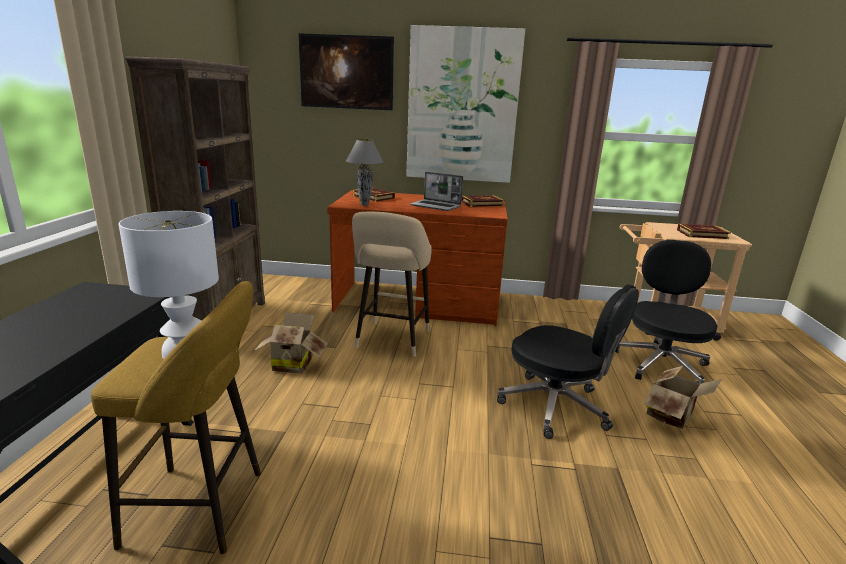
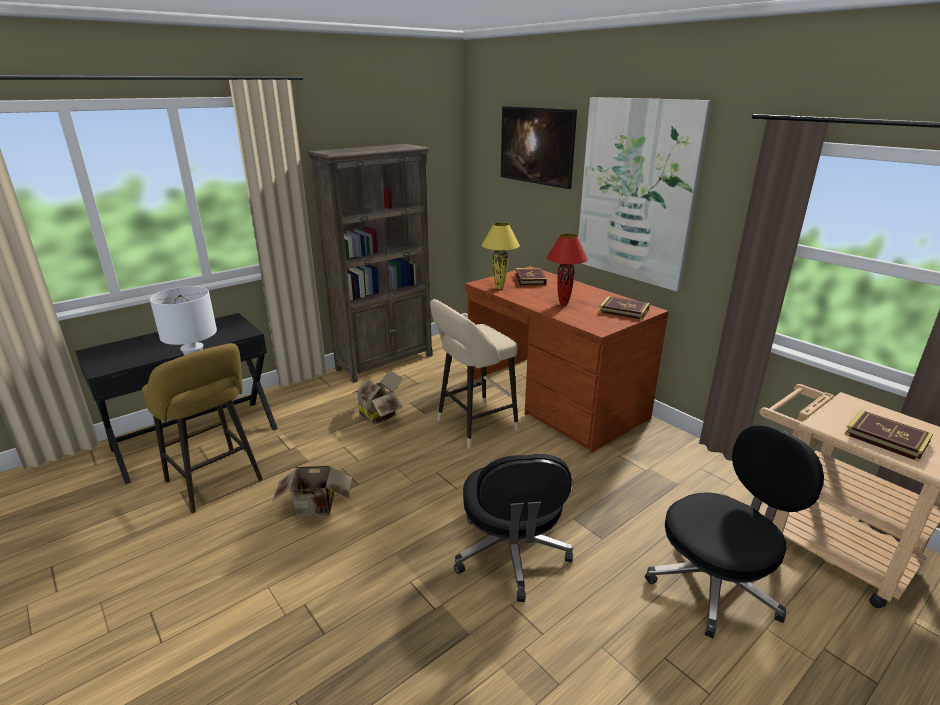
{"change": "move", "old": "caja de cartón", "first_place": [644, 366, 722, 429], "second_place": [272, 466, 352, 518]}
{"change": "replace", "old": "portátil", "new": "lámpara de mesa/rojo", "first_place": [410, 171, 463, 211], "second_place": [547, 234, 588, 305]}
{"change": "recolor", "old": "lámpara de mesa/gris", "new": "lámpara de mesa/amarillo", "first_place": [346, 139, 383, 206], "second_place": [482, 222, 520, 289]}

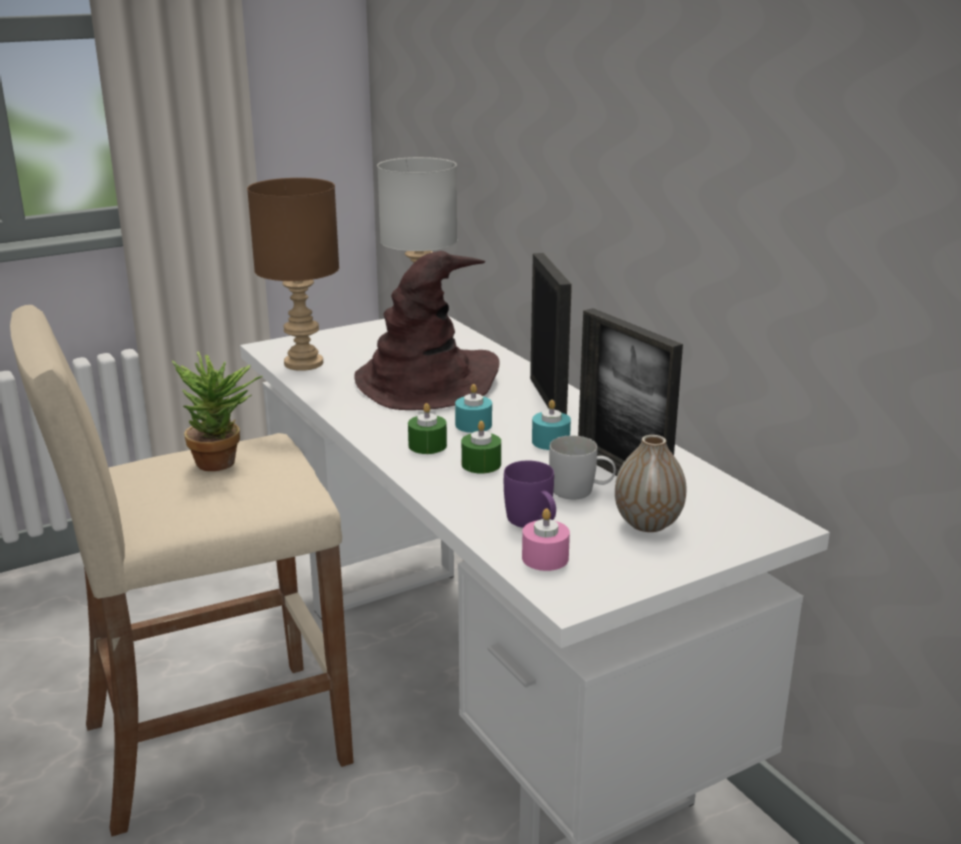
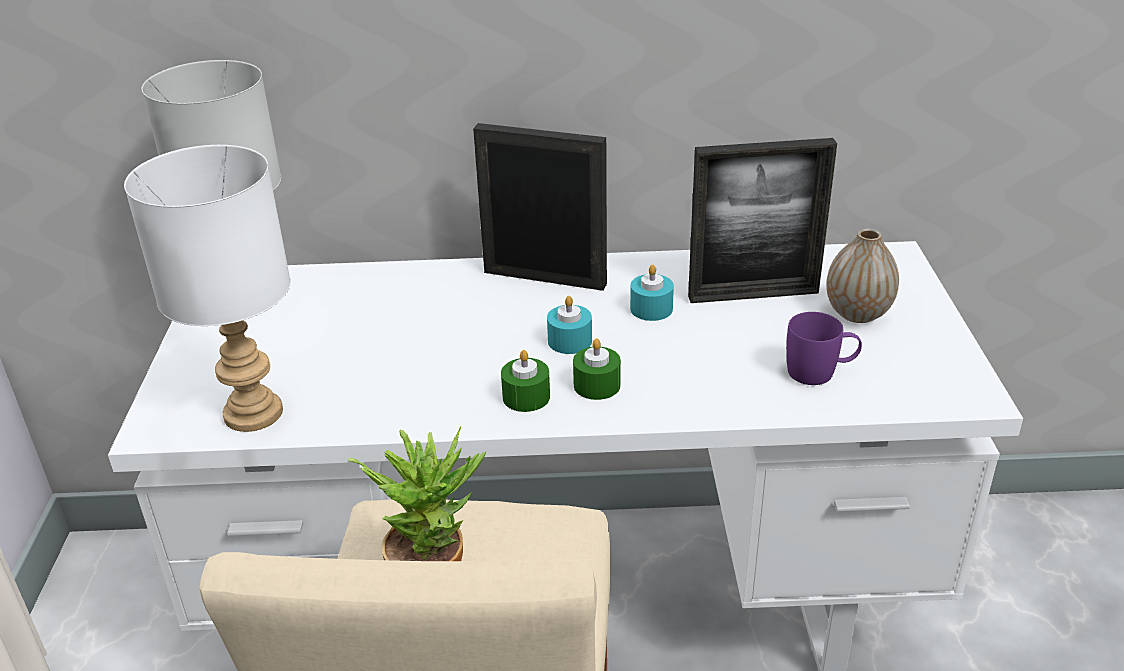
{"change": "delete", "old": "sombrero/marrón", "first_place": [354, 251, 500, 410]}
{"change": "delete", "old": "vela/rosa", "first_place": [522, 508, 570, 571]}
{"change": "delete", "old": "taza grande/blanco", "first_place": [549, 435, 616, 500]}
{"change": "move", "old": "vela/verde", "first_place": [461, 421, 501, 474], "second_place": [501, 350, 550, 412]}
{"change": "recolor", "old": "lámpara de mesa/marrón", "new": "lámpara de mesa/blanco", "first_place": [247, 178, 339, 371], "second_place": [124, 145, 291, 432]}

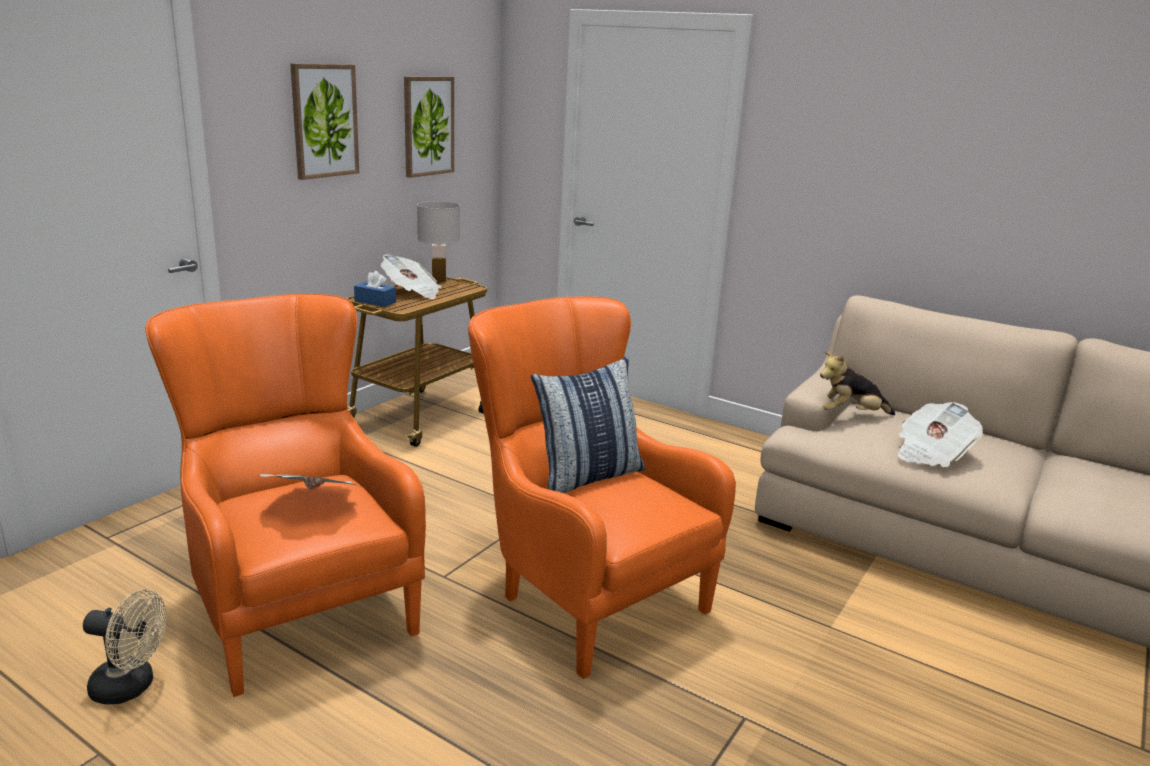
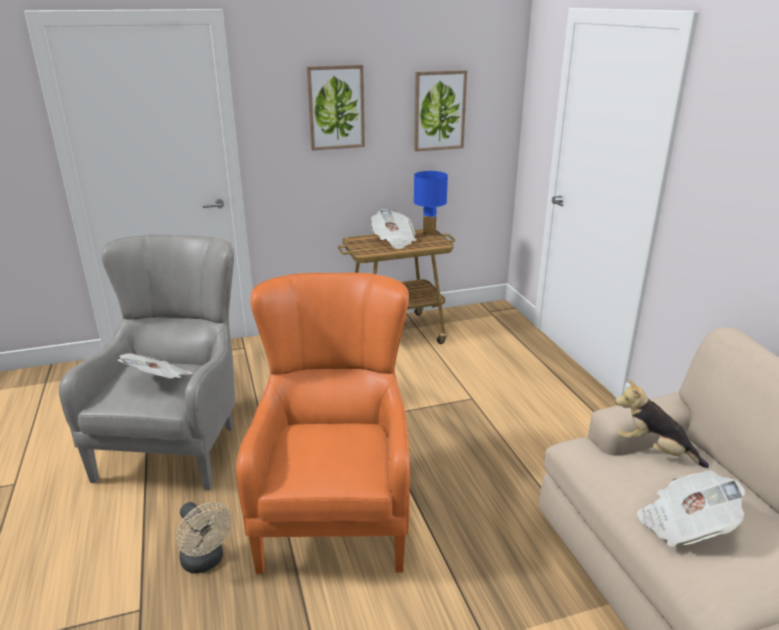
{"change": "delete", "old": "caja de pañuelos/azul", "first_place": [354, 271, 396, 307]}
{"change": "delete", "old": "cojín", "first_place": [531, 356, 645, 493]}
{"change": "move", "old": "ventilador/beis", "first_place": [83, 589, 167, 704], "second_place": [176, 502, 231, 574]}
{"change": "recolor", "old": "sillón/naranja", "new": "sillón/gris", "first_place": [145, 294, 426, 697], "second_place": [59, 234, 235, 491]}
{"change": "recolor", "old": "lámpara de mesa/blanco", "new": "lámpara de mesa/azul", "first_place": [417, 201, 460, 282], "second_place": [414, 171, 448, 235]}

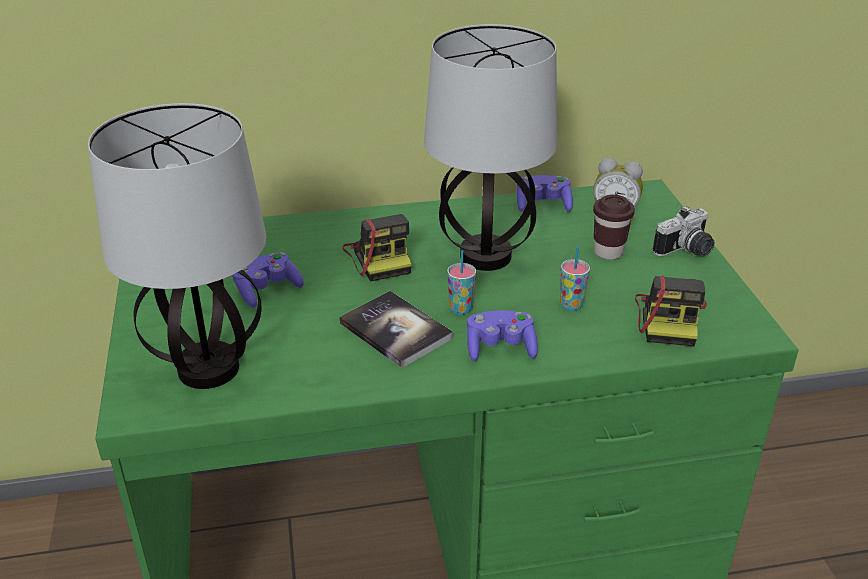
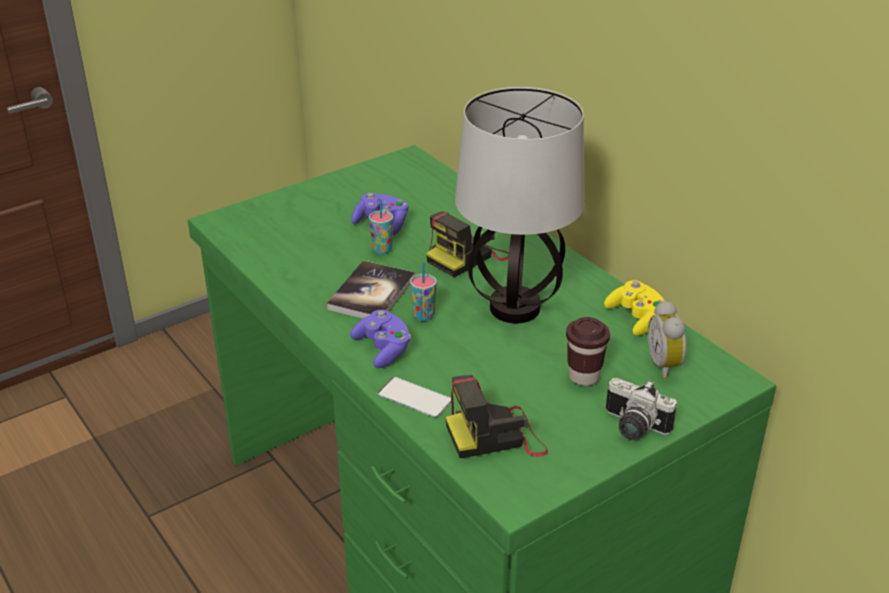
{"change": "delete", "old": "lámpara de mesa", "first_place": [88, 103, 266, 389]}
{"change": "insert", "new": "móvil", "second_place": [377, 377, 452, 418]}
{"change": "move", "old": "taza", "first_place": [560, 247, 590, 311], "second_place": [369, 199, 393, 254]}
{"change": "recolor", "old": "mando de consola/morado", "new": "mando de consola/amarillo", "first_place": [517, 175, 573, 212], "second_place": [604, 280, 664, 336]}

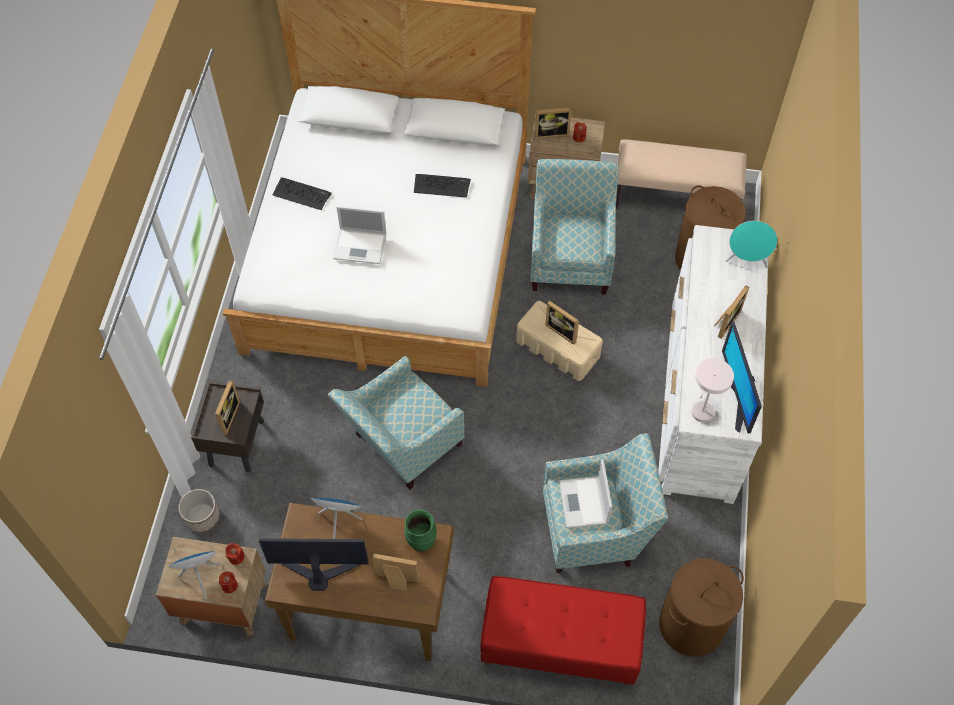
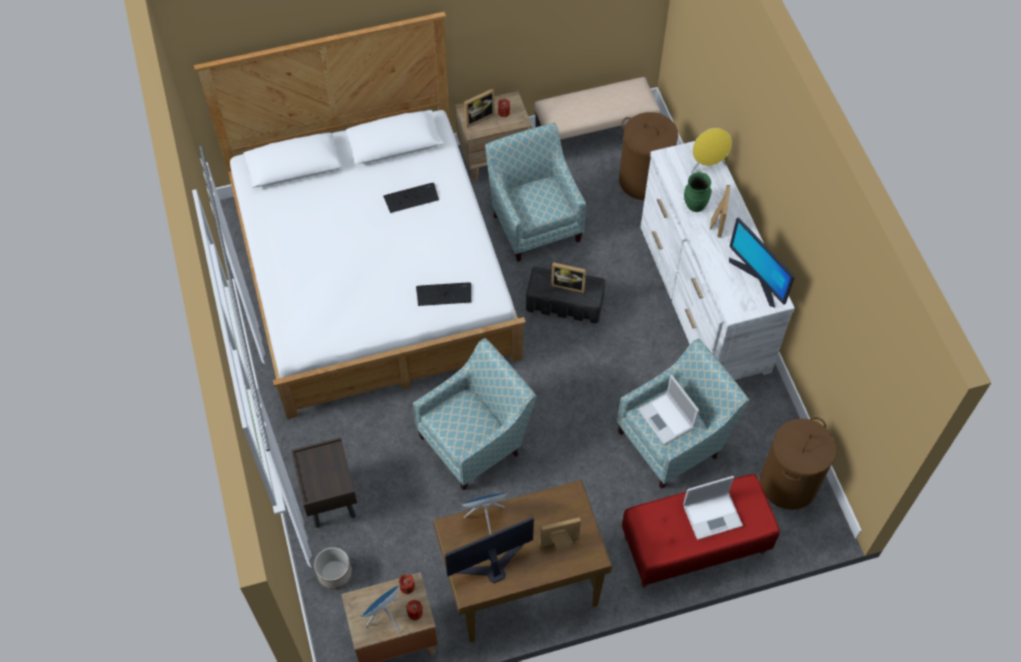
{"change": "delete", "old": "portarretratos", "first_place": [215, 380, 240, 435]}
{"change": "delete", "old": "lámpara de mesa/blanco", "first_place": [691, 358, 734, 422]}
{"change": "move", "old": "teclado", "first_place": [272, 177, 332, 210], "second_place": [416, 282, 471, 306]}
{"change": "move", "old": "portátil", "first_place": [333, 206, 386, 264], "second_place": [683, 476, 743, 540]}
{"change": "move", "old": "florero/verde", "first_place": [404, 509, 437, 552], "second_place": [684, 172, 712, 212]}
{"change": "recolor", "old": "caja de almacenaje/beis", "new": "caja de almacenaje/negro", "first_place": [516, 301, 603, 381], "second_place": [526, 267, 605, 323]}
{"change": "recolor", "old": "altavoz/turquesa", "new": "altavoz/amarillo", "first_place": [725, 221, 777, 268], "second_place": [691, 128, 732, 173]}
{"change": "rotate", "old": "sillón", "first_place": [328, 356, 464, 490], "second_place": [413, 338, 537, 490], "degrees": -150}

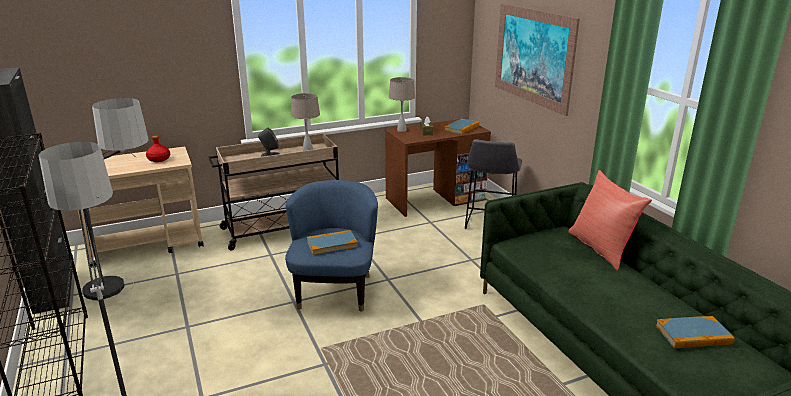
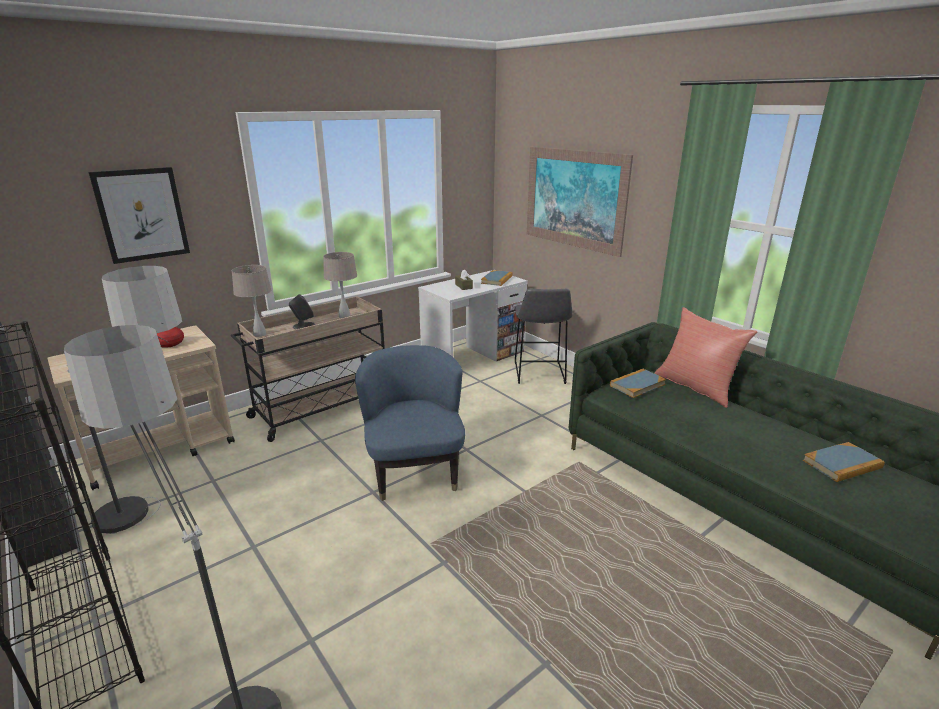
{"change": "insert", "new": "cuadro", "second_place": [88, 167, 190, 264]}
{"change": "move", "old": "libro", "first_place": [307, 230, 358, 255], "second_place": [610, 369, 666, 398]}
{"change": "move", "old": "lámpara de mesa/beis", "first_place": [389, 77, 415, 132], "second_place": [231, 265, 271, 337]}
{"change": "recolor", "old": "escritorio/marrón", "new": "escritorio/blanco", "first_place": [385, 118, 491, 217], "second_place": [418, 270, 528, 361]}

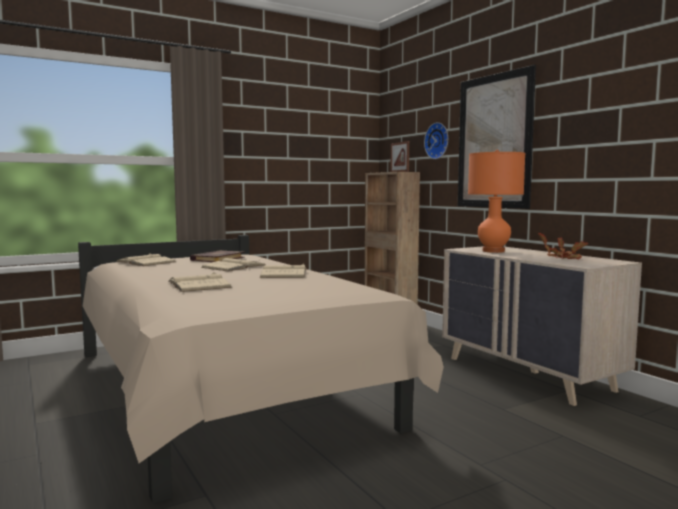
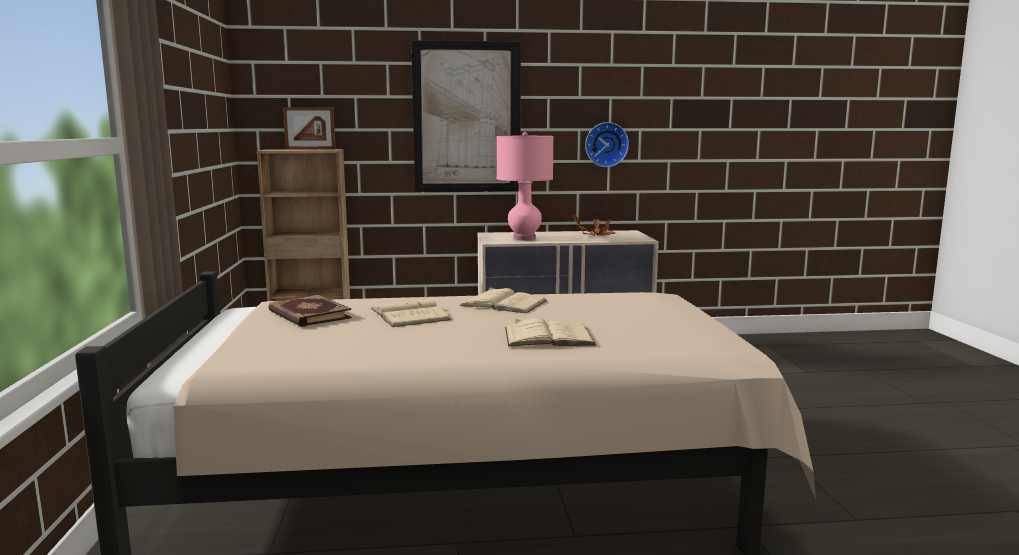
{"change": "delete", "old": "libro/beis", "first_place": [116, 253, 175, 266]}
{"change": "move", "old": "reloj de pared", "first_place": [424, 122, 448, 159], "second_place": [585, 122, 629, 167]}
{"change": "recolor", "old": "lámpara de mesa/naranja", "new": "lámpara de mesa/rosa", "first_place": [468, 150, 525, 253], "second_place": [497, 132, 554, 240]}

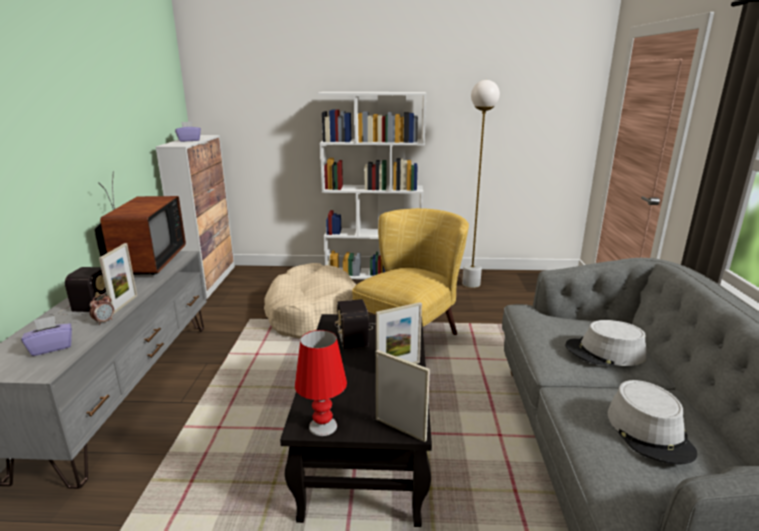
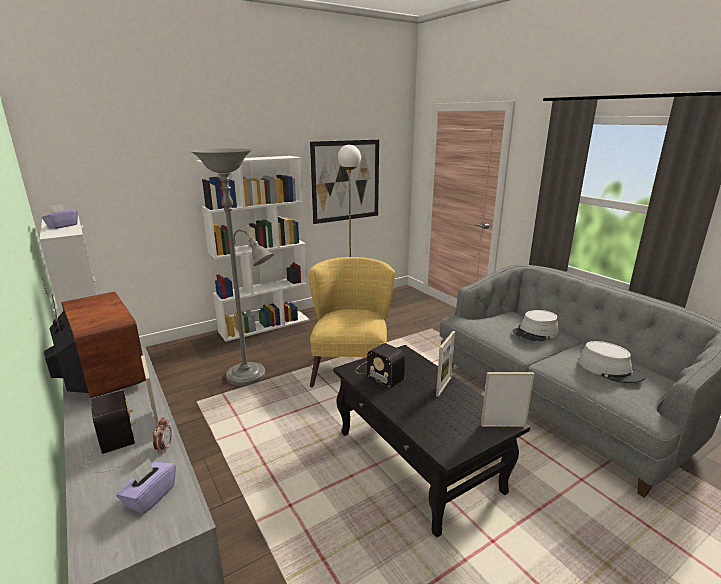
{"change": "delete", "old": "lámpara de mesa/rojo", "first_place": [295, 330, 347, 436]}
{"change": "insert", "new": "cuadro", "second_place": [310, 140, 379, 224]}
{"change": "replace", "old": "cama para perro/beis", "new": "lámpara de pie/gris", "first_place": [264, 263, 357, 339], "second_place": [190, 148, 274, 386]}

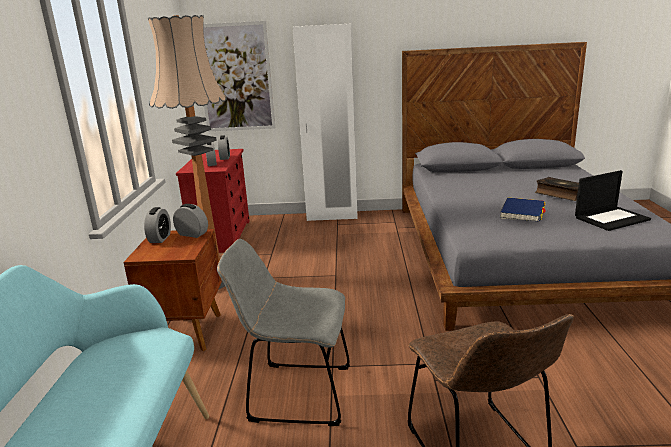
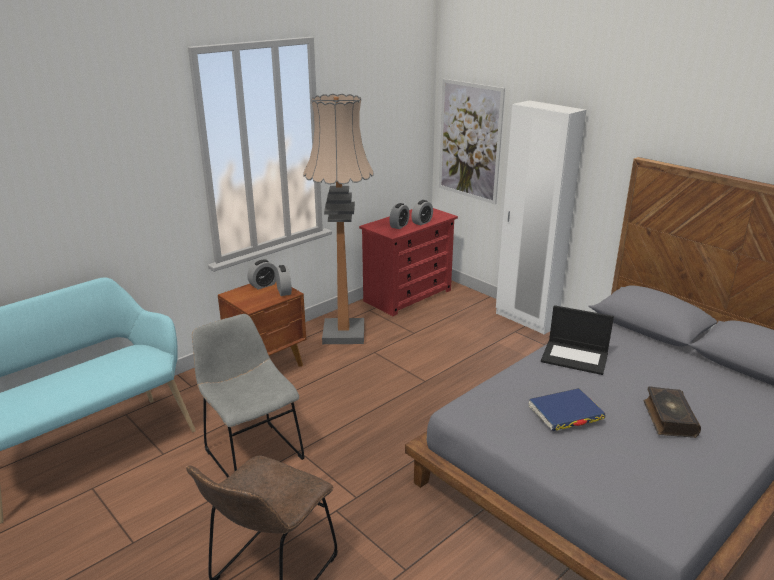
{"change": "move", "old": "portátil", "first_place": [575, 170, 651, 231], "second_place": [541, 305, 614, 375]}

